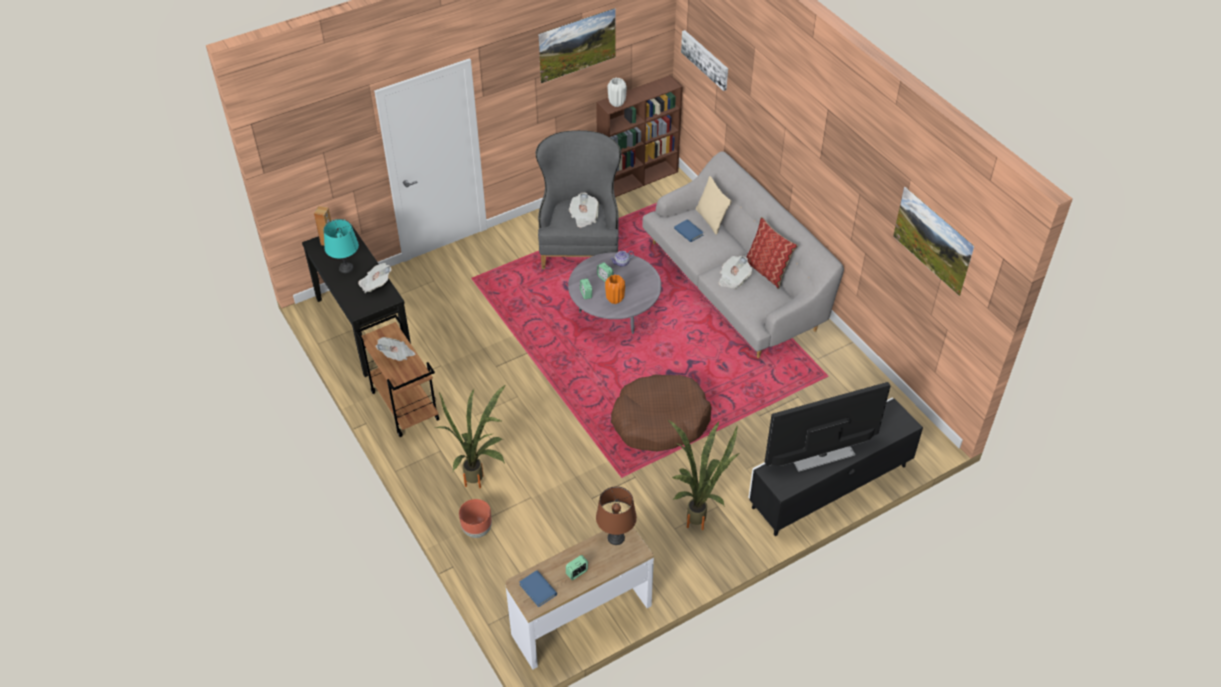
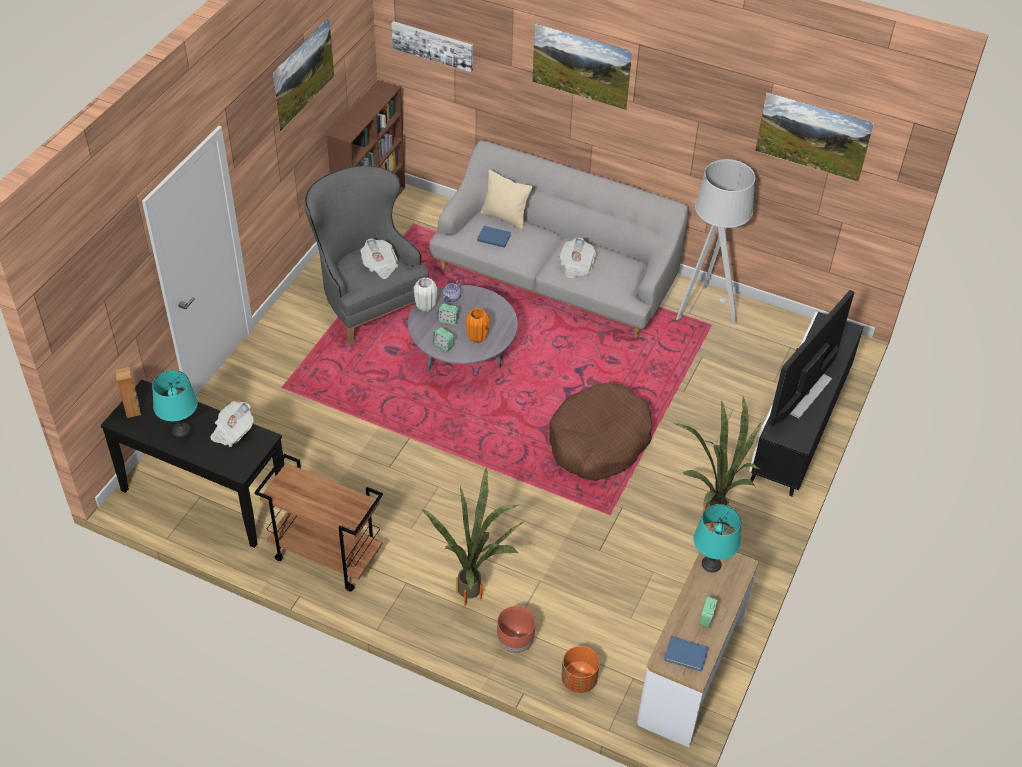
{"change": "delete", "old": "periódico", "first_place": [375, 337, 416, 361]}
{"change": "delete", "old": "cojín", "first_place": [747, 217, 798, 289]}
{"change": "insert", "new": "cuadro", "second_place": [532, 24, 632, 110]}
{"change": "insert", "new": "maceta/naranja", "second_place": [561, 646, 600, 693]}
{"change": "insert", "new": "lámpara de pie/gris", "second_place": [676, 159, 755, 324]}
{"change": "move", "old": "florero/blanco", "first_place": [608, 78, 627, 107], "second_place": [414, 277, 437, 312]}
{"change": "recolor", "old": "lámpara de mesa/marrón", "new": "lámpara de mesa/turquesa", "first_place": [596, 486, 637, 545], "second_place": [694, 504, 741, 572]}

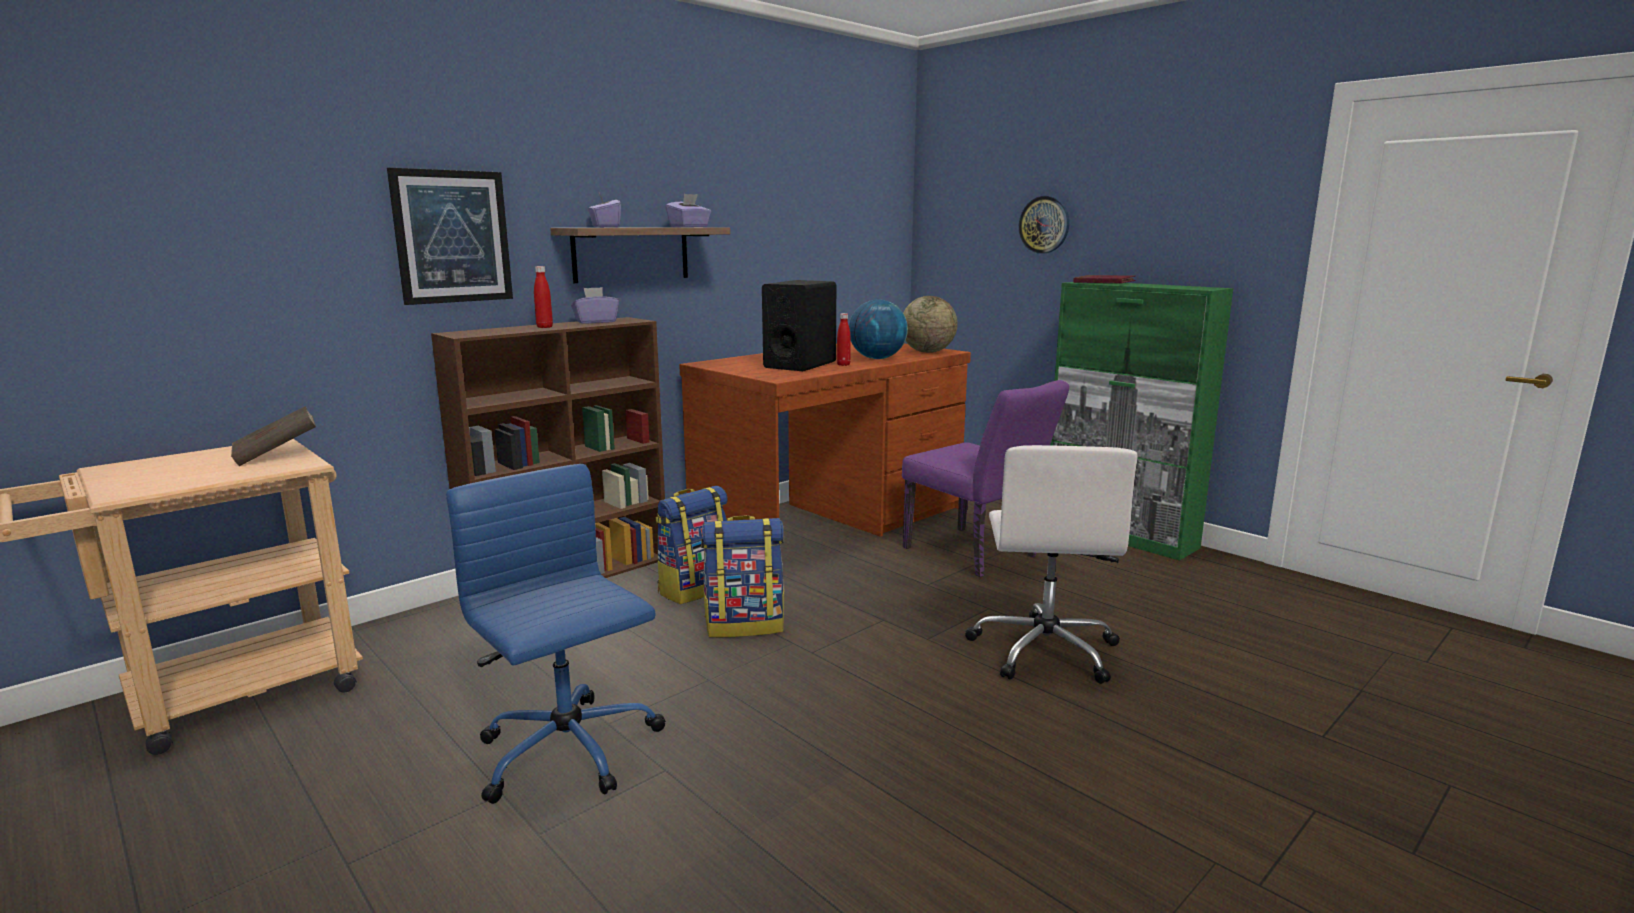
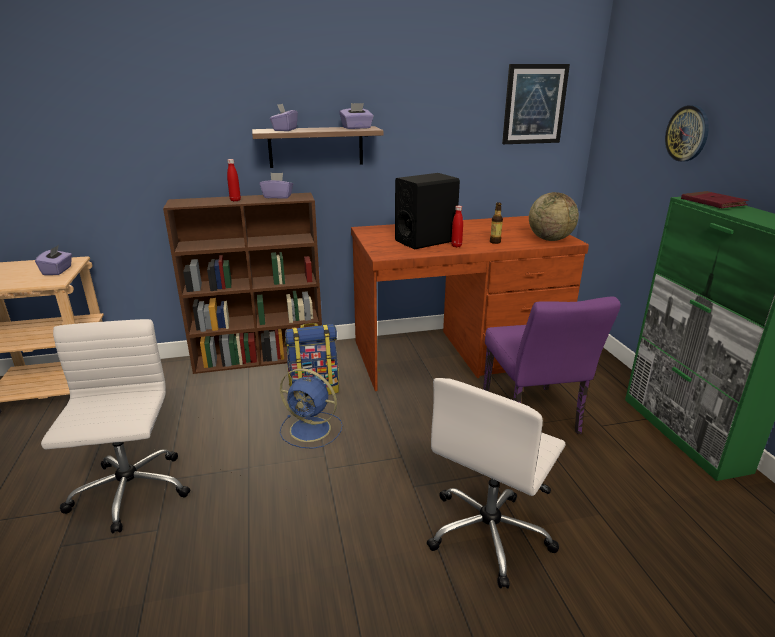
{"change": "move", "old": "cuadro", "first_place": [387, 168, 513, 305], "second_place": [502, 64, 570, 144]}
{"change": "replace", "old": "libro/marrón", "new": "caja de pañuelos/morado", "first_place": [231, 406, 316, 466], "second_place": [35, 245, 72, 275]}
{"change": "replace", "old": "mochila", "new": "ventilador/azul", "first_place": [701, 515, 784, 638], "second_place": [280, 368, 342, 449]}
{"change": "replace", "old": "globo terráqueo", "new": "botella", "first_place": [849, 299, 908, 359], "second_place": [490, 202, 503, 244]}
{"change": "recolor", "old": "silla de oficina/azul", "new": "silla de oficina/blanco", "first_place": [446, 464, 666, 804], "second_place": [41, 319, 190, 534]}

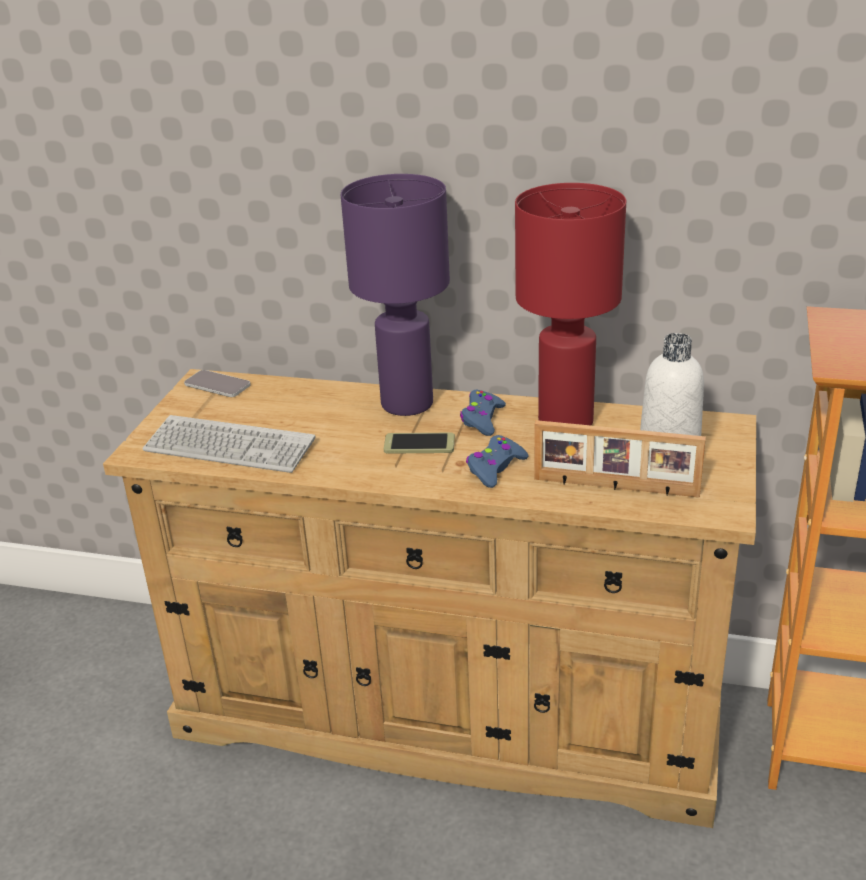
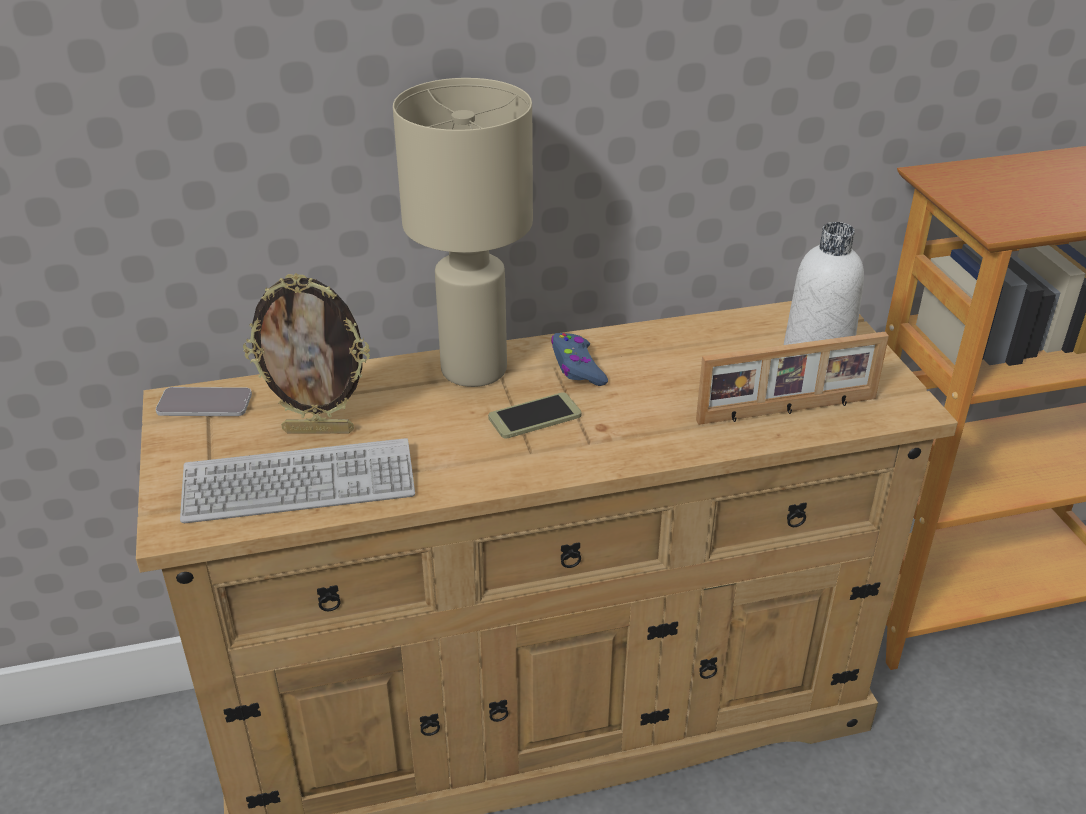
{"change": "delete", "old": "mando de consola/azul", "first_place": [466, 435, 529, 488]}
{"change": "delete", "old": "lámpara de mesa/rojo", "first_place": [515, 183, 626, 425]}
{"change": "insert", "new": "portarretratos", "second_place": [243, 273, 370, 434]}
{"change": "recolor", "old": "lámpara de mesa/morado", "new": "lámpara de mesa/beis", "first_place": [341, 174, 450, 416], "second_place": [393, 78, 533, 387]}

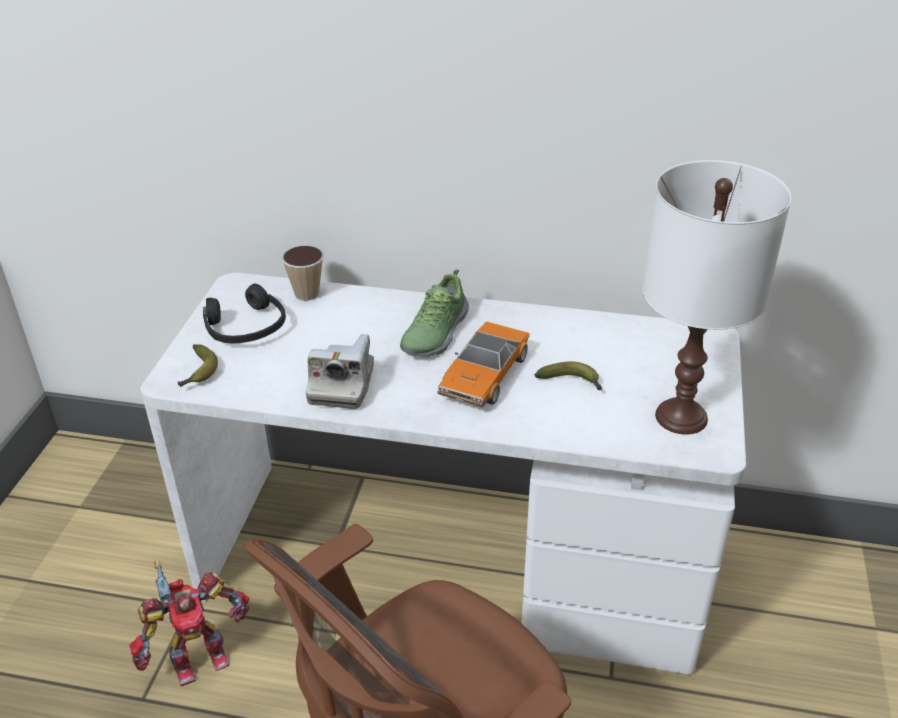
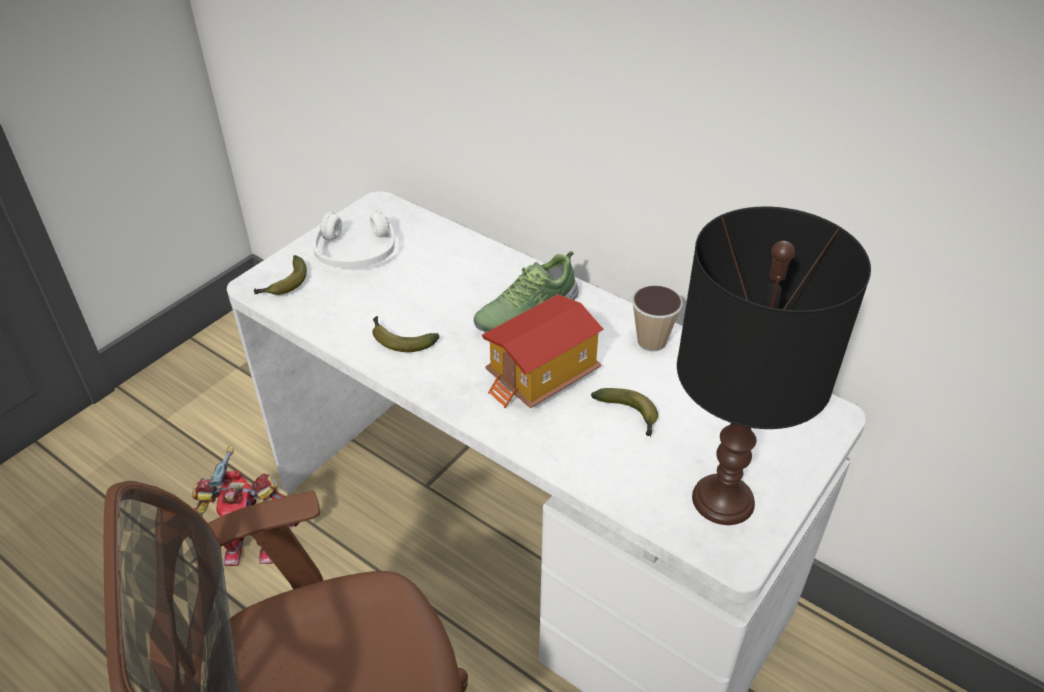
{"change": "move", "old": "taza", "first_place": [282, 246, 324, 301], "second_place": [632, 285, 683, 351]}
{"change": "replace", "old": "cámara", "new": "plátano", "first_place": [306, 334, 374, 409], "second_place": [372, 316, 439, 352]}
{"change": "replace", "old": "coche de juguete", "new": "casita", "first_place": [437, 321, 530, 407], "second_place": [482, 294, 604, 408]}
{"change": "recolor", "old": "auriculares/negro", "new": "auriculares/blanco", "first_place": [203, 283, 286, 343], "second_place": [313, 209, 395, 268]}
{"change": "recolor", "old": "lámpara de mesa/blanco", "new": "lámpara de mesa/negro", "first_place": [642, 160, 791, 435], "second_place": [677, 206, 871, 525]}

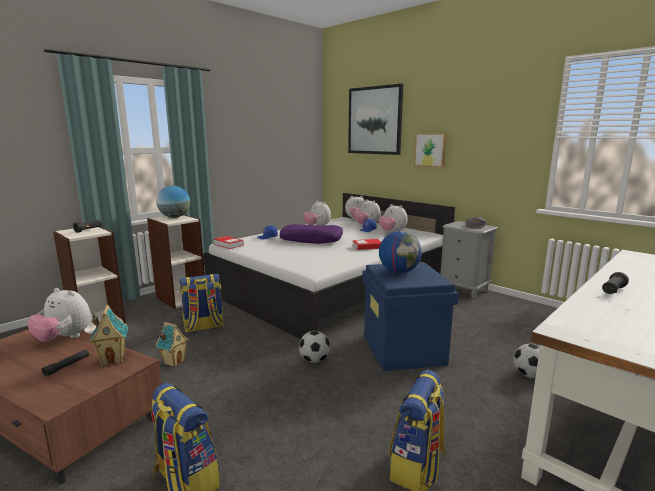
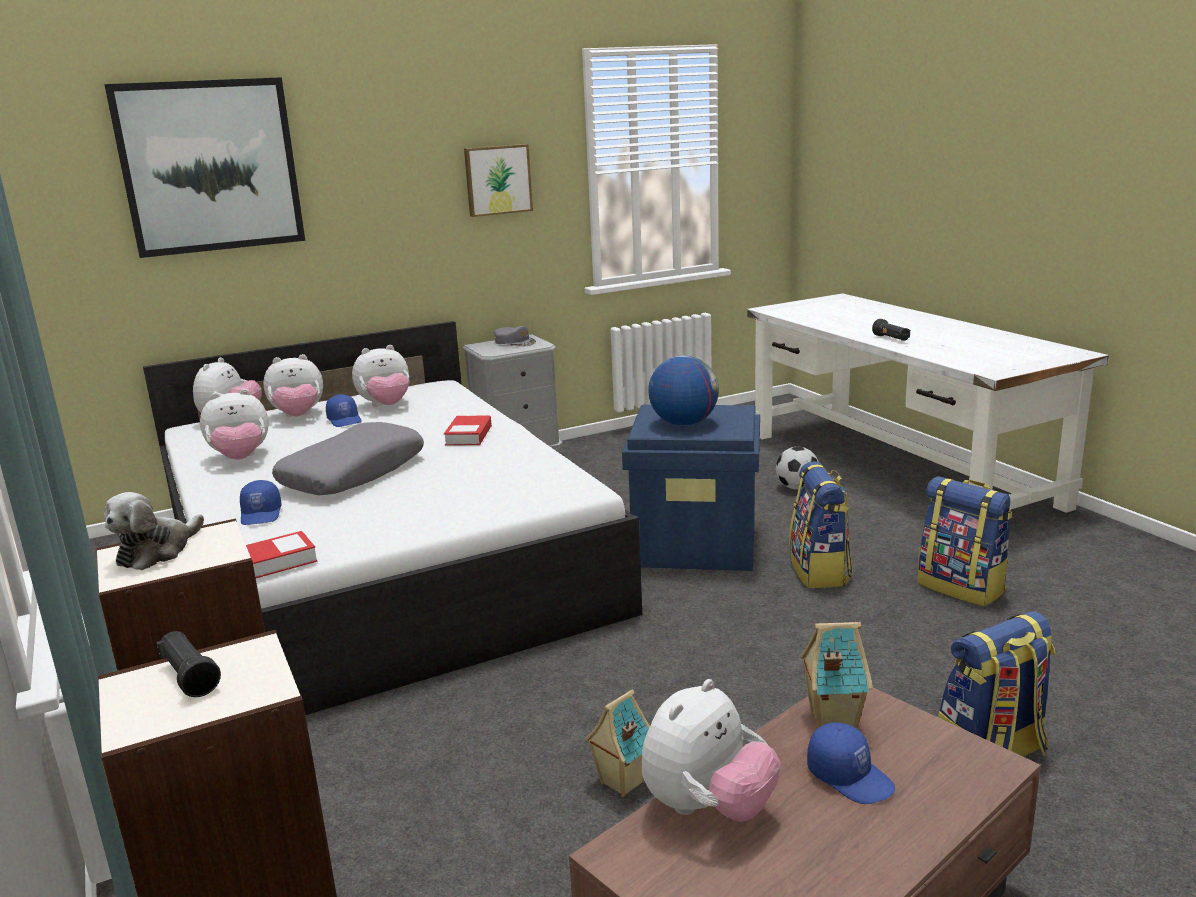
{"change": "delete", "old": "balón de fútbol", "first_place": [299, 331, 330, 363]}
{"change": "move", "old": "mochila", "first_place": [179, 274, 224, 333], "second_place": [789, 461, 853, 588]}
{"change": "move", "old": "cuadro", "first_place": [414, 133, 447, 167], "second_place": [464, 144, 533, 217]}
{"change": "replace", "old": "linterna/negro", "new": "gorra/azul", "first_place": [42, 349, 89, 377], "second_place": [807, 723, 895, 804]}
{"change": "replace", "old": "globo terráqueo", "new": "peluche", "first_place": [156, 186, 190, 218], "second_place": [104, 492, 204, 570]}
{"change": "recolor", "old": "cojín/morado", "new": "cojín/gris", "first_place": [280, 224, 343, 244], "second_place": [272, 422, 424, 495]}

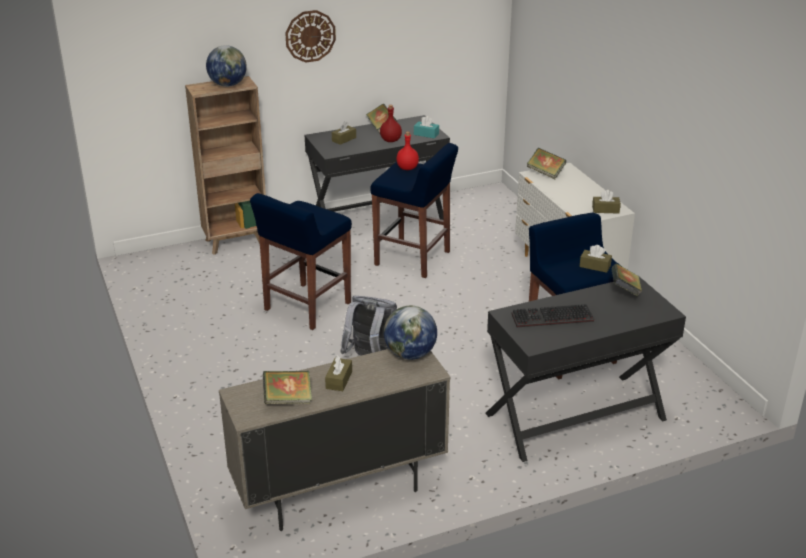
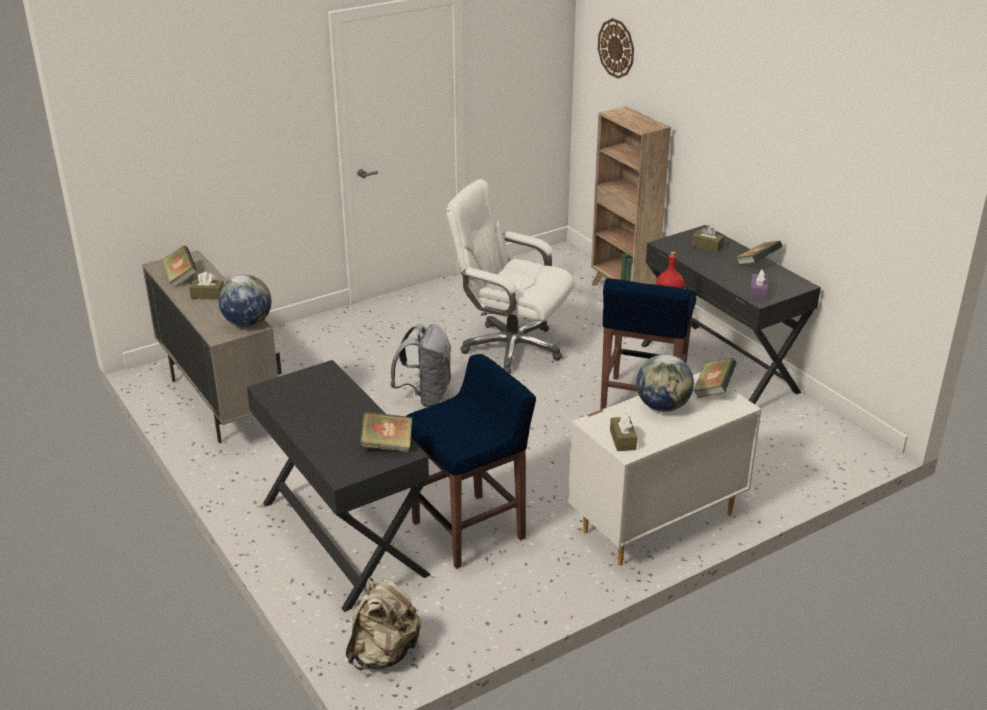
{"change": "delete", "old": "botella/rojo", "first_place": [380, 105, 402, 142]}
{"change": "delete", "old": "teclado", "first_place": [512, 304, 594, 327]}
{"change": "delete", "old": "caja de pañuelos/marrón", "first_place": [580, 245, 612, 273]}
{"change": "insert", "new": "mochila/beis", "second_place": [346, 578, 421, 670]}
{"change": "move", "old": "globo terráqueo", "first_place": [206, 45, 247, 87], "second_place": [636, 354, 694, 412]}
{"change": "move", "old": "reloj de pared", "first_place": [285, 10, 336, 63], "second_place": [598, 18, 634, 79]}
{"change": "replace", "old": "taburete/azul", "new": "silla de oficina/blanco", "first_place": [250, 193, 352, 330], "second_place": [446, 179, 575, 374]}
{"change": "recolor", "old": "caja de pañuelos/turquesa", "new": "caja de pañuelos/morado", "first_place": [414, 116, 439, 138], "second_place": [749, 270, 769, 301]}

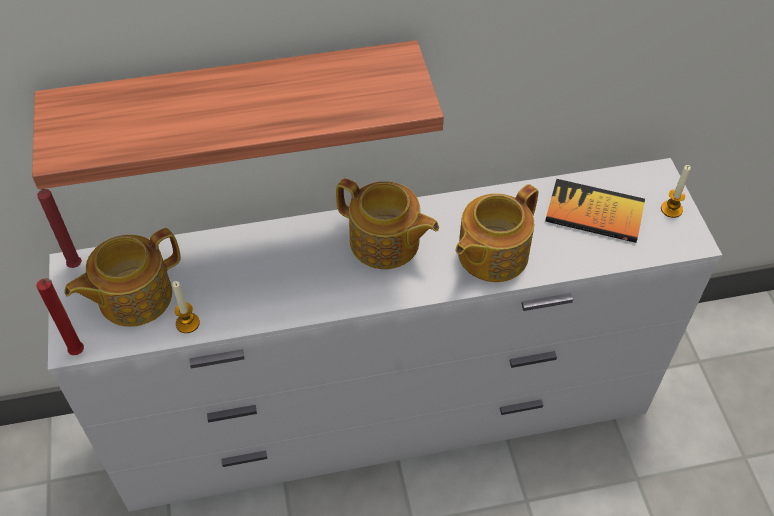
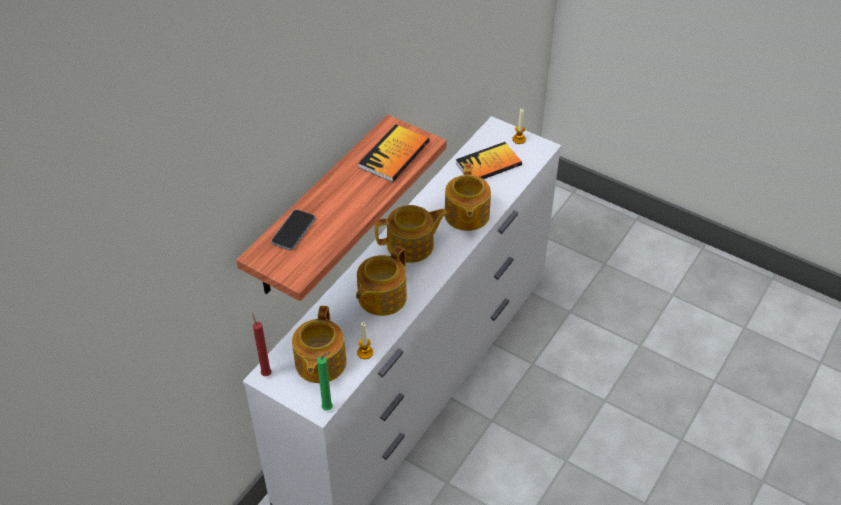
{"change": "insert", "new": "móvil", "second_place": [271, 210, 315, 250]}
{"change": "insert", "new": "tetera", "second_place": [356, 246, 407, 316]}
{"change": "insert", "new": "libro", "second_place": [358, 124, 429, 182]}
{"change": "recolor", "old": "vela/rojo", "new": "vela/verde", "first_place": [37, 278, 84, 355], "second_place": [317, 352, 333, 411]}

